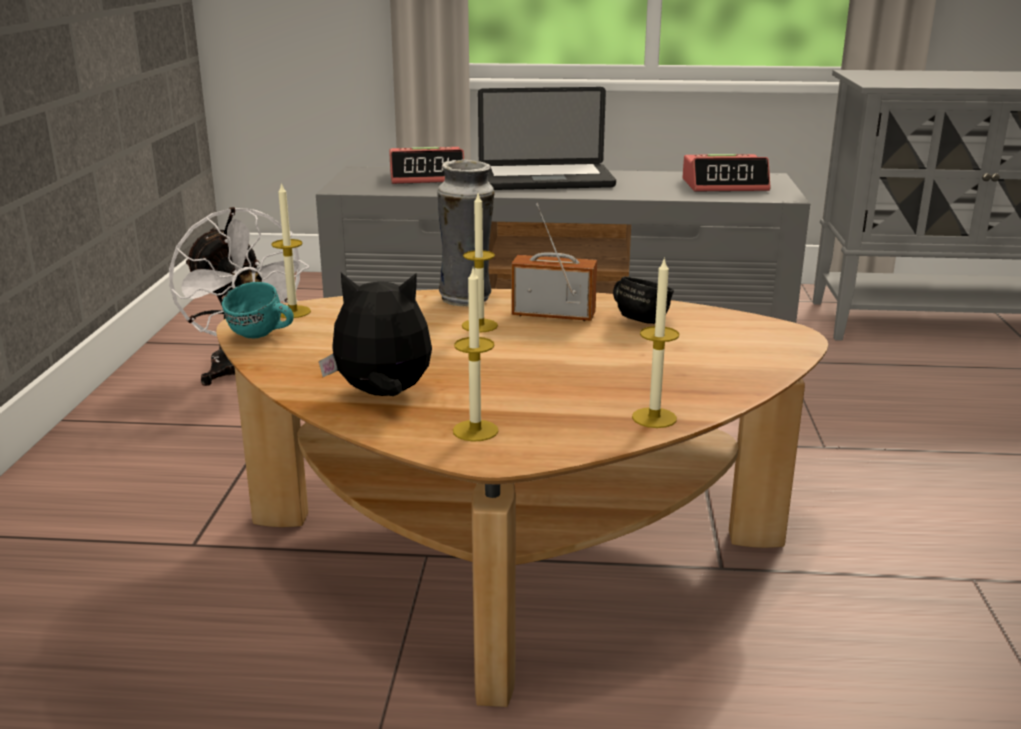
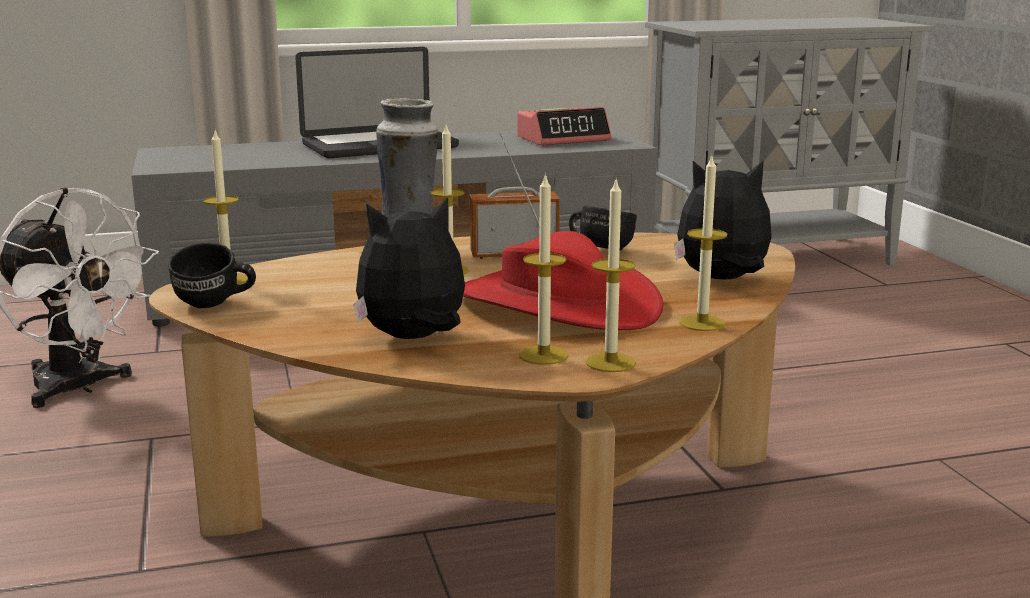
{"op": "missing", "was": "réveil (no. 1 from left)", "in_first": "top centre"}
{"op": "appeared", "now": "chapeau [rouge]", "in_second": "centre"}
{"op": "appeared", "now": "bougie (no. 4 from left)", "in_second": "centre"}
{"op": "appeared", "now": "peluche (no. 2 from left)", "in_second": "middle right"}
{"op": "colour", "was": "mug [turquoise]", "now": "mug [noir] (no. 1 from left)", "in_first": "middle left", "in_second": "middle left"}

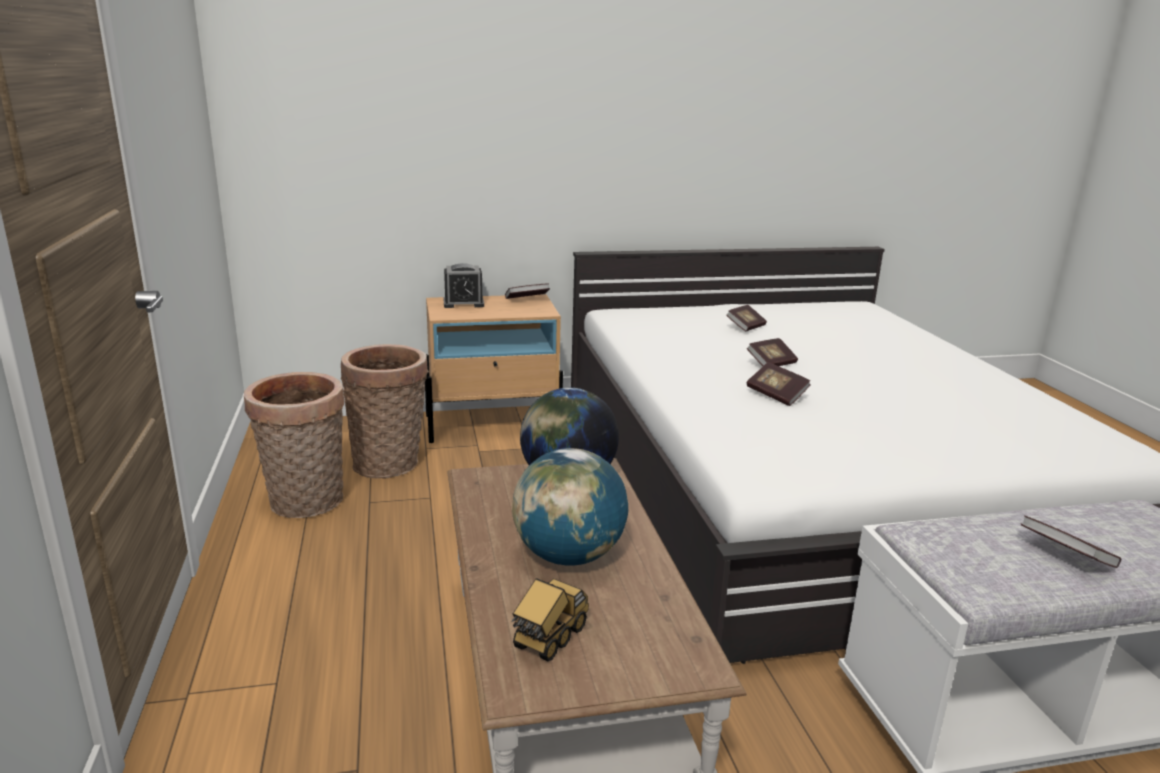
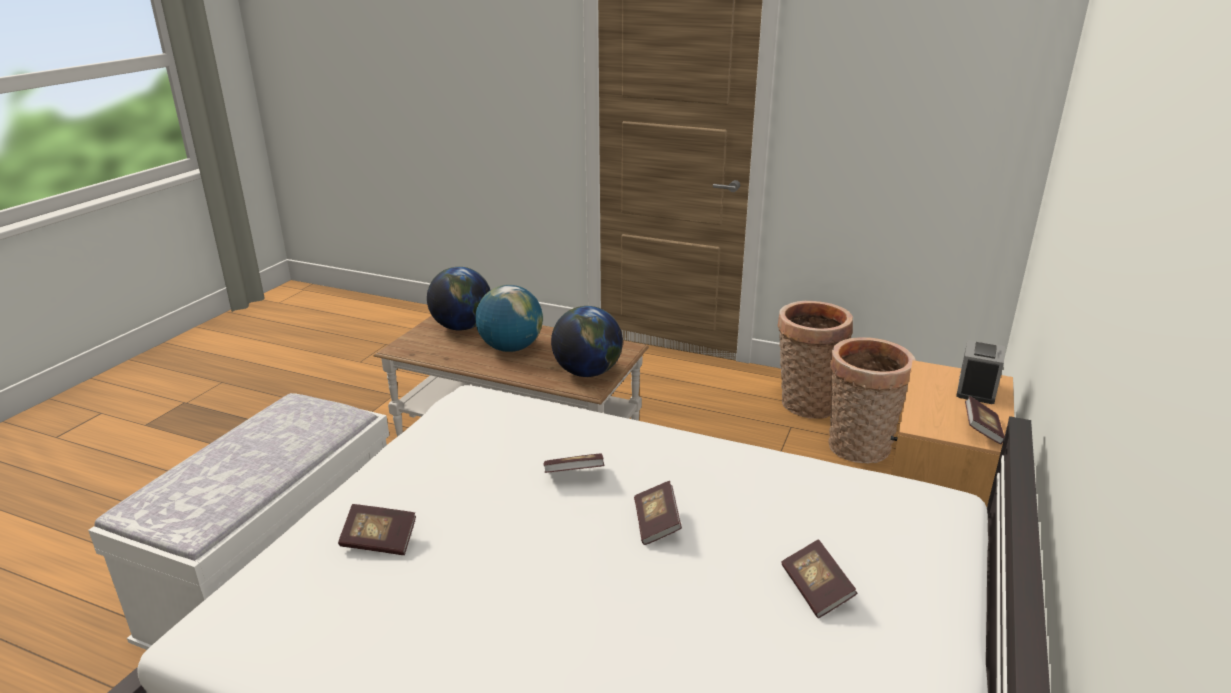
{"op": "relocated", "was": "livre (no. 5 from left in the first image)", "now": "livre (no. 1 from left)", "in_first": "bottom right", "in_second": "bottom left"}
{"op": "exchanged", "was": "camion jouet", "now": "globe (no. 1 from left)", "in_first": "bottom centre", "in_second": "centre"}

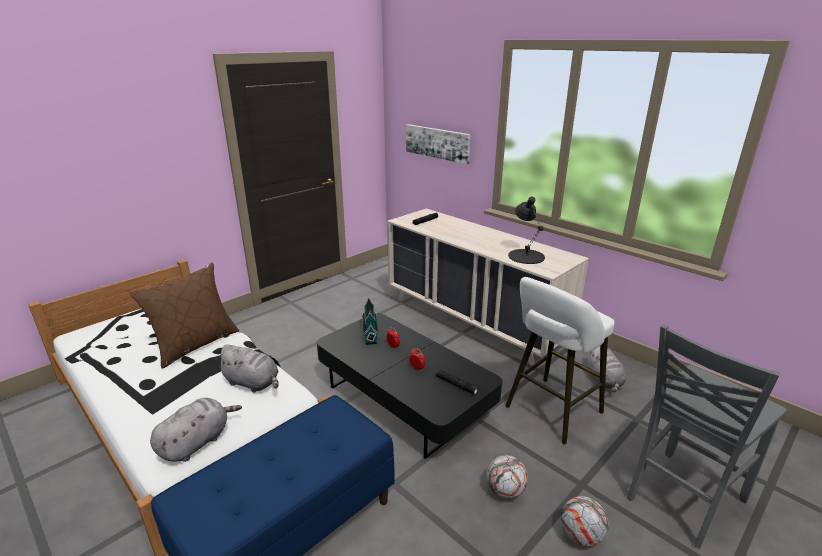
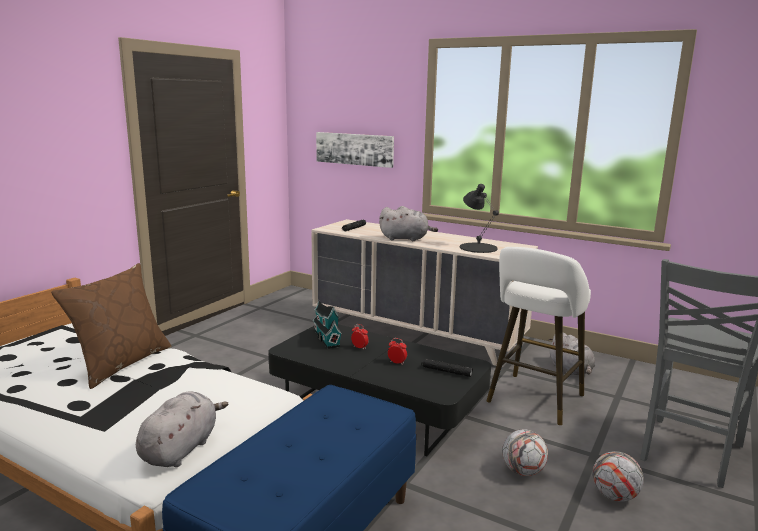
{"op": "relocated", "was": "peluche [gris] (no. 2 from left)", "in_first": "middle left", "in_second": "centre"}

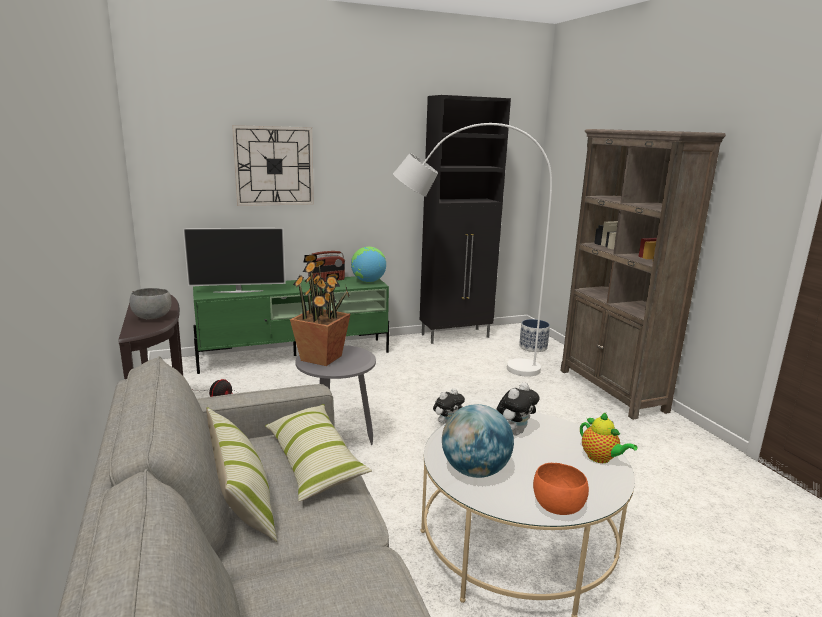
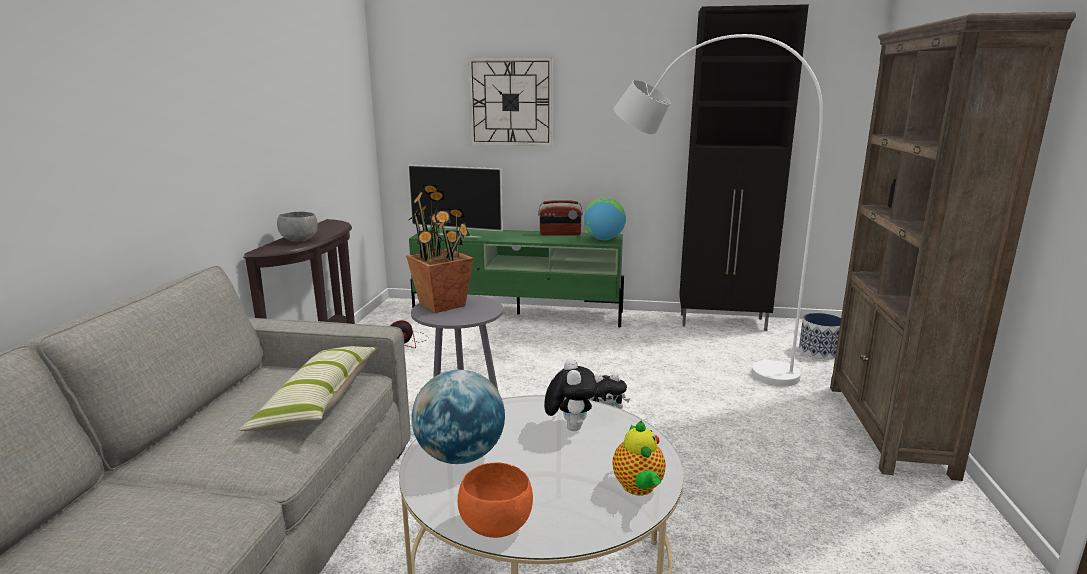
{"op": "missing", "was": "coussin (no. 1 from left)", "in_first": "bottom left"}
{"op": "spun", "was": "peluche (no. 2 from left in the first image)", "in_first": "centre", "in_second": "bottom centre", "clockwise": -75}

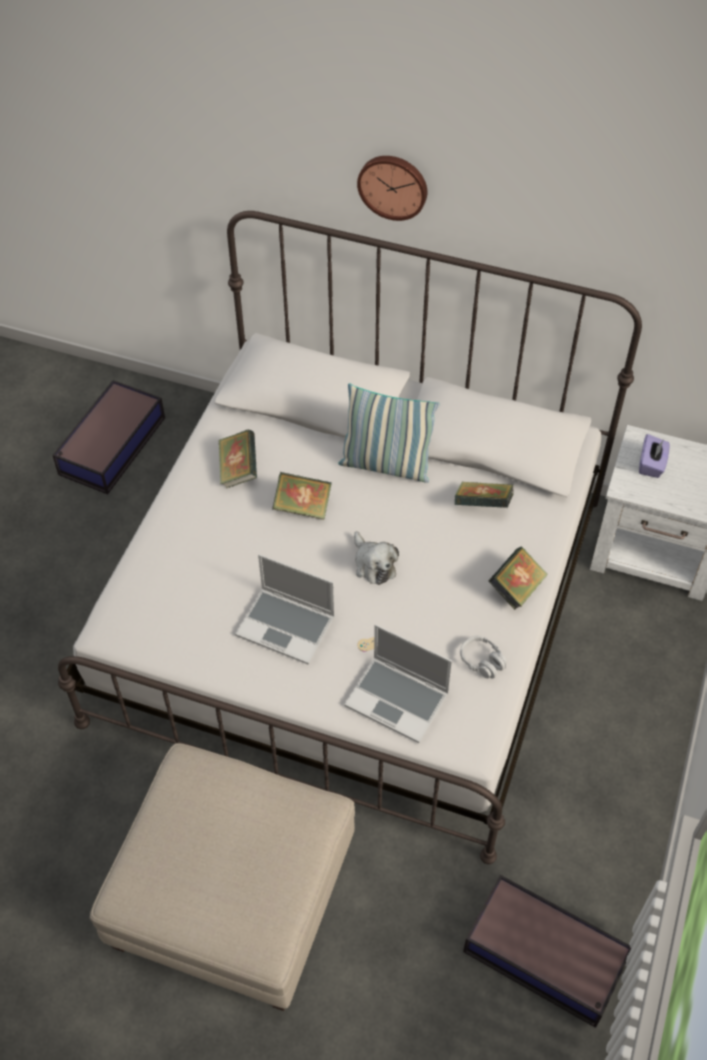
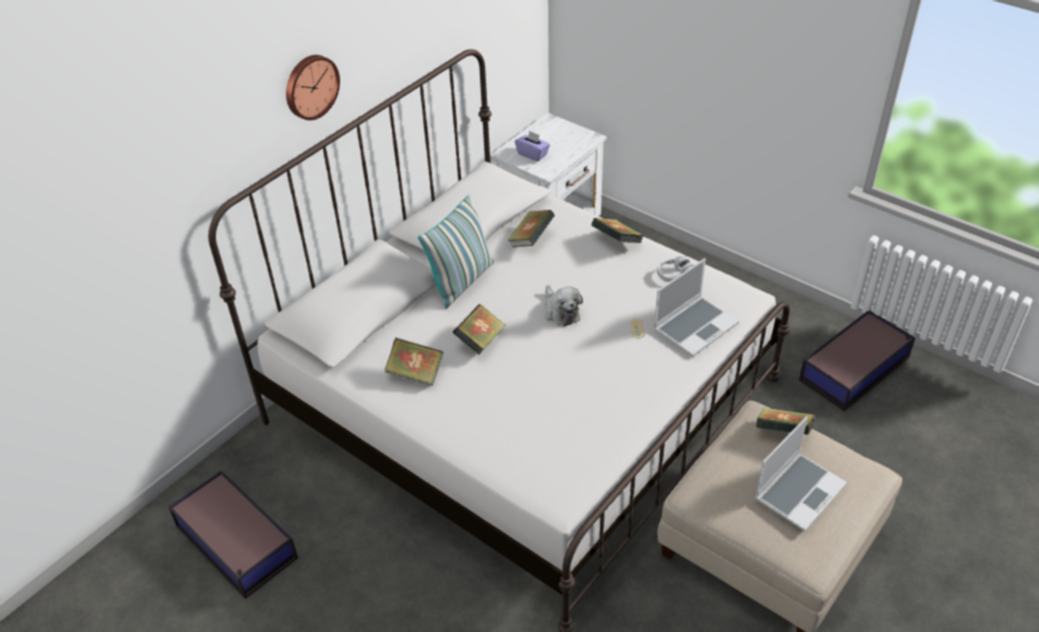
{"op": "appeared", "now": "livre (no. 5 from left)", "in_second": "middle right"}
{"op": "relocated", "was": "ordinateur portable (no. 1 from left in the first image)", "now": "ordinateur portable (no. 2 from left)", "in_first": "centre", "in_second": "bottom right"}
{"op": "spun", "was": "peluche", "in_first": "centre", "in_second": "centre", "clockwise": 75}

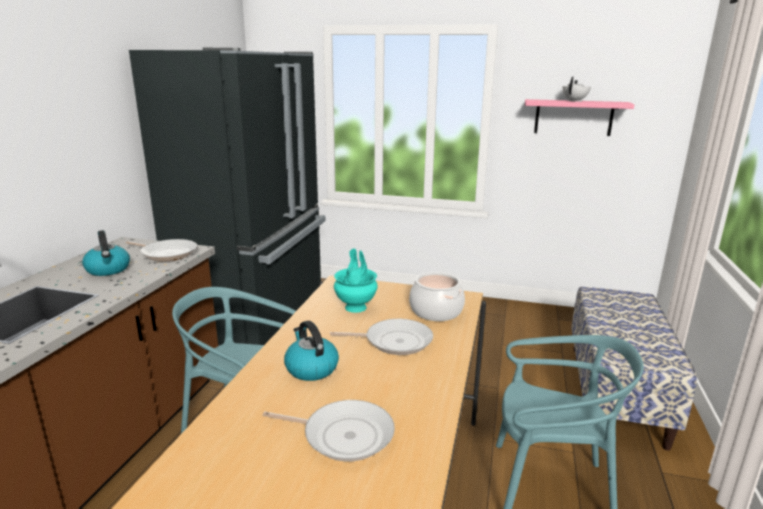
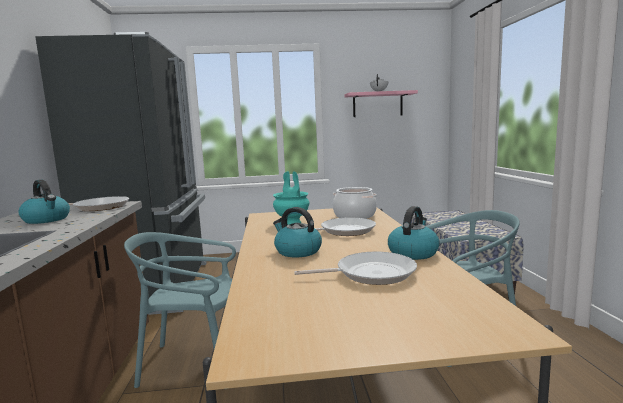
{"op": "appeared", "now": "bouilloire (no. 3 from left)", "in_second": "centre"}

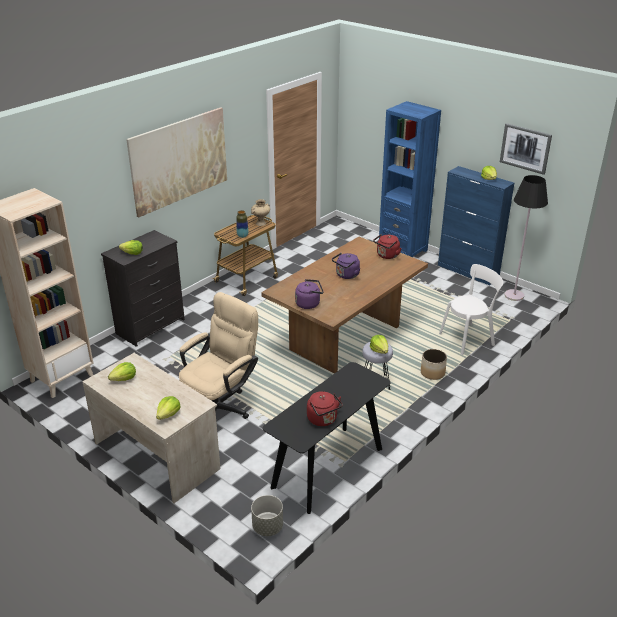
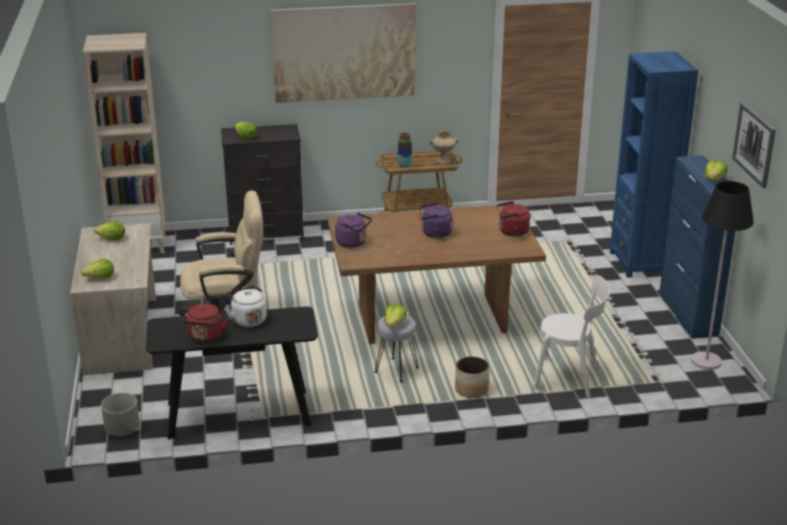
{"op": "appeared", "now": "bouilloire [blanc]", "in_second": "middle left"}

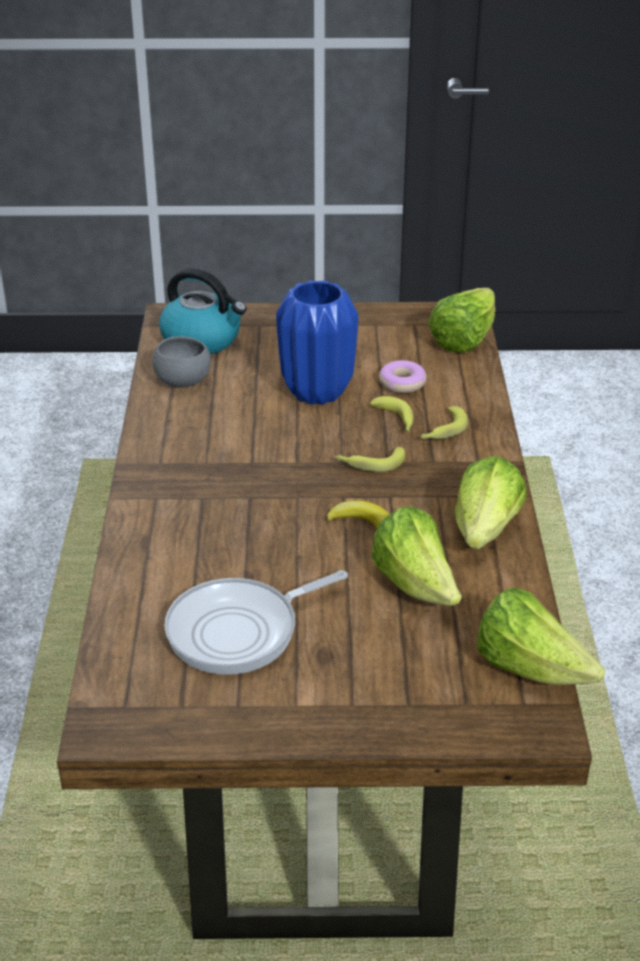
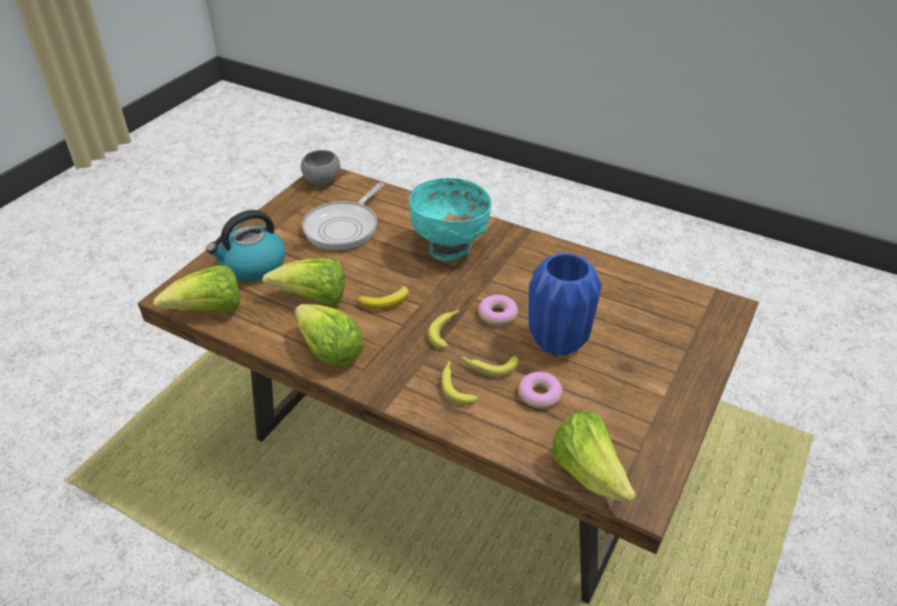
{"op": "appeared", "now": "bol [turquoise]", "in_second": "centre"}
{"op": "appeared", "now": "beignet (no. 1 from left)", "in_second": "centre"}
{"op": "relocated", "was": "bol [gris]", "in_first": "middle left", "in_second": "top centre"}
{"op": "relocated", "was": "bouilloire", "in_first": "top left", "in_second": "middle left"}
{"op": "spun", "was": "poêle", "in_first": "centre", "in_second": "centre", "clockwise": -150}

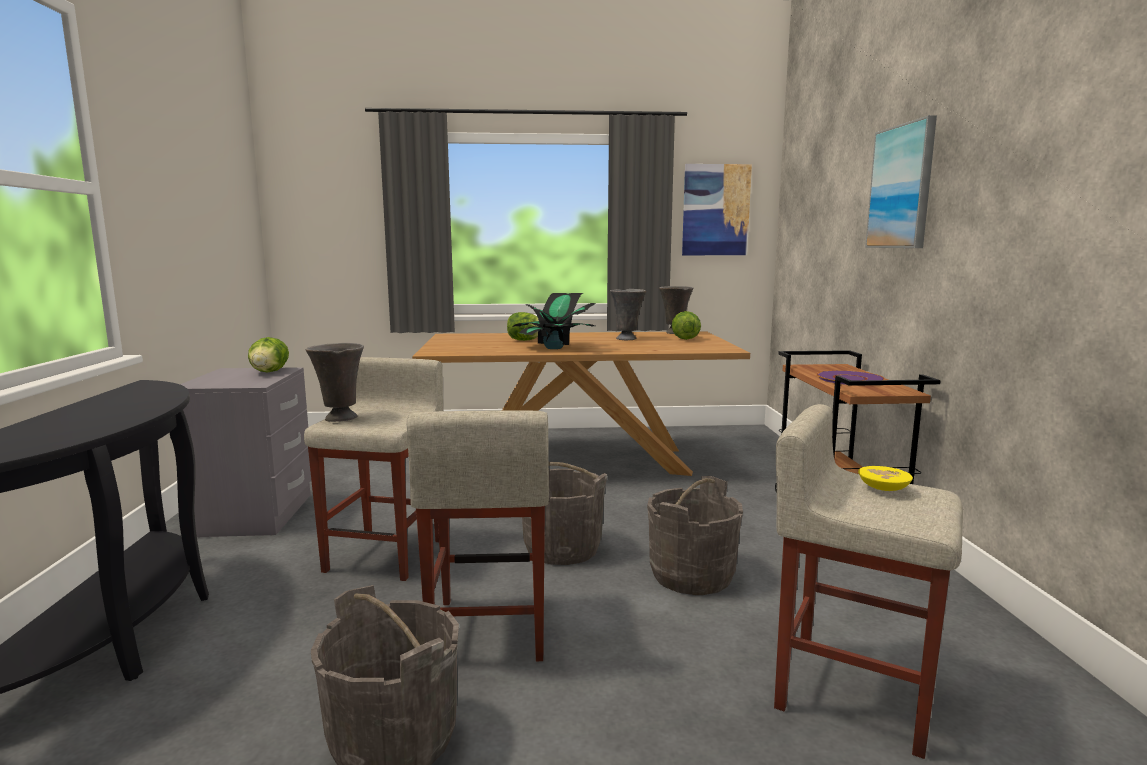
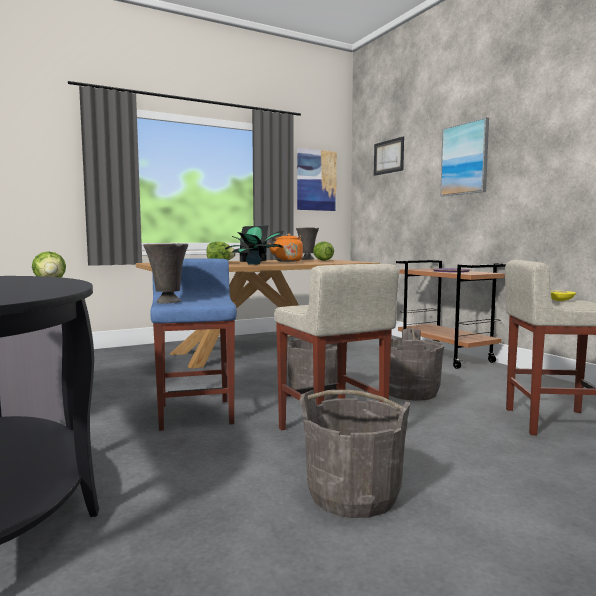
{"op": "appeared", "now": "tableau (no. 2 from left)", "in_second": "top centre"}
{"op": "exchanged", "was": "vase [gris] (no. 2 from left)", "now": "bouilloire [orange]", "in_first": "centre", "in_second": "centre"}
{"op": "colour", "was": "tabouret [beige] (no. 1 from left)", "now": "tabouret [bleu]", "in_first": "middle left", "in_second": "middle left"}

